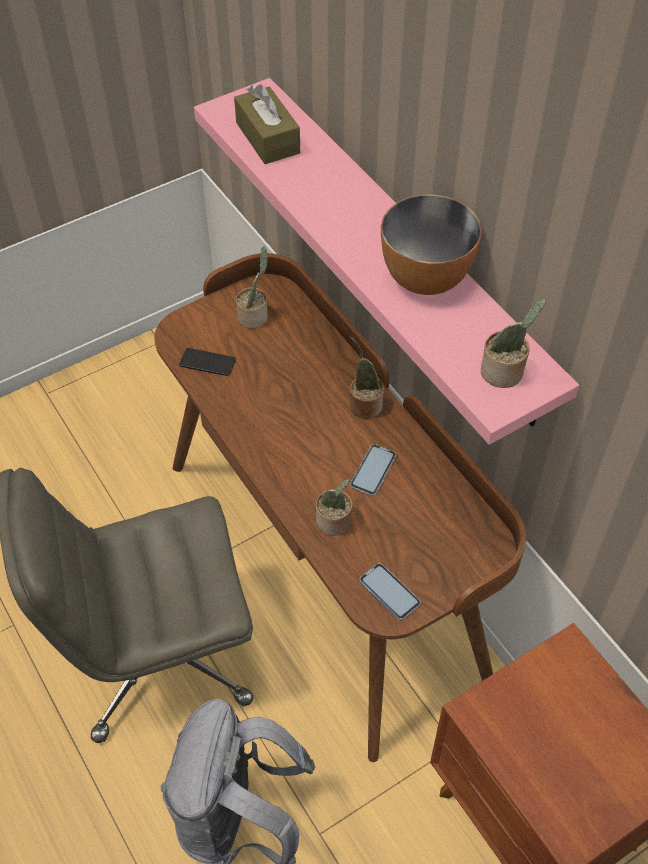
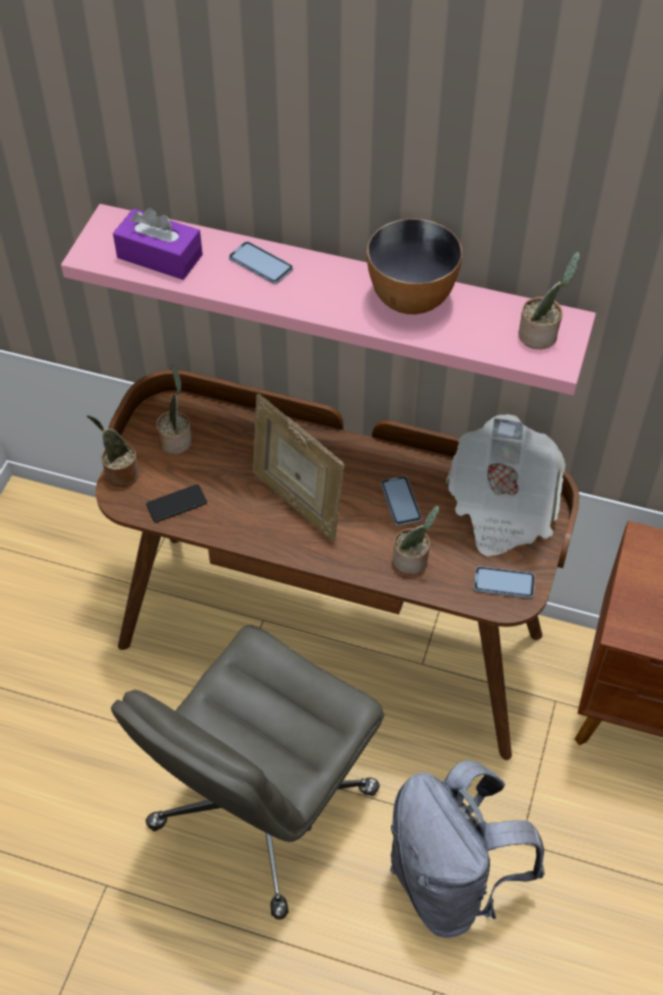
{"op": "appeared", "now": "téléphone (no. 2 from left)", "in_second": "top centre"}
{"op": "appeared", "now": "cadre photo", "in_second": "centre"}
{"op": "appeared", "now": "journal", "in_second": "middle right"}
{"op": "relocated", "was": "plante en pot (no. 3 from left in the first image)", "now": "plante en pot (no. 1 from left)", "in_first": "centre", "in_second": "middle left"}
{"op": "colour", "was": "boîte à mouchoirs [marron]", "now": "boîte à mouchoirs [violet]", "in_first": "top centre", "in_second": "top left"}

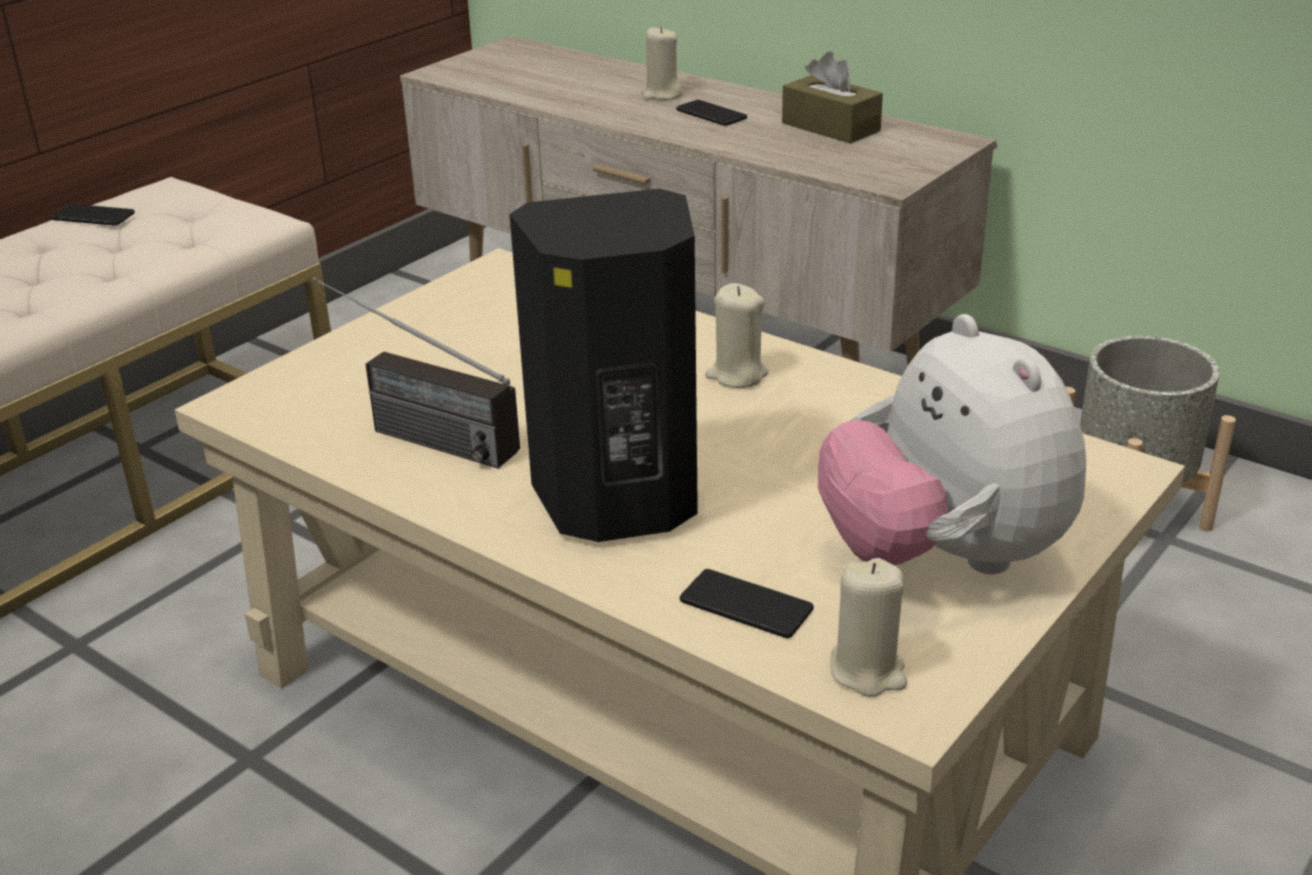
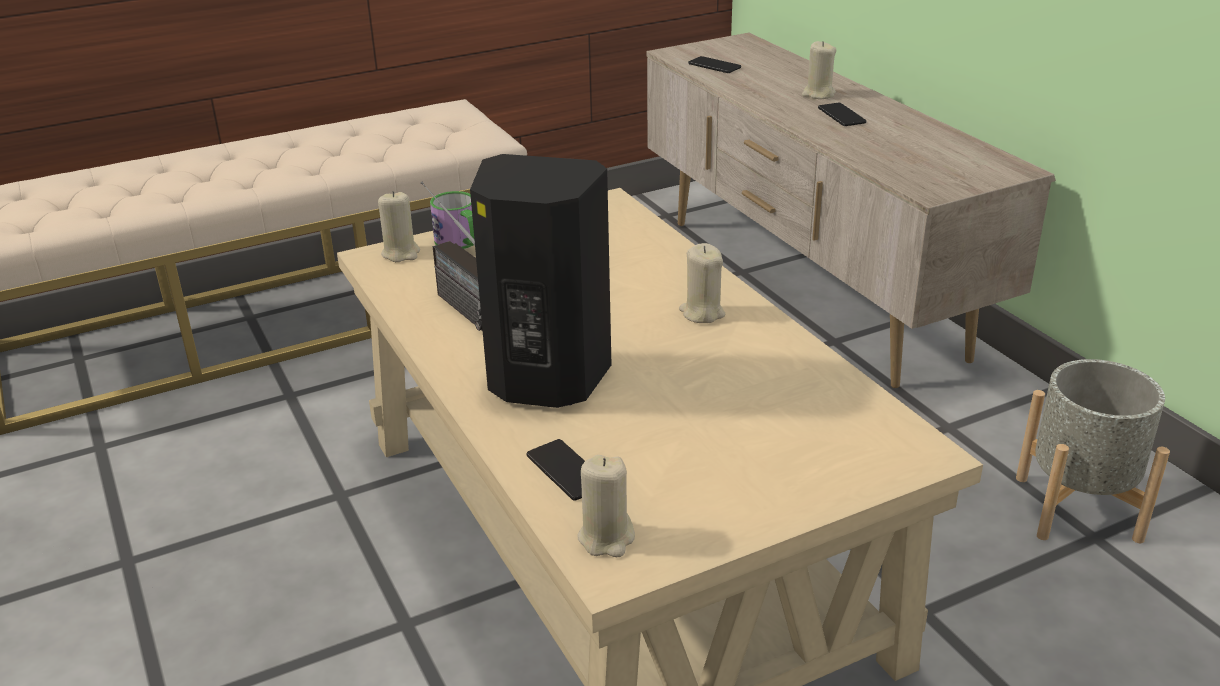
{"op": "missing", "was": "boîte à mouchoirs [marron]", "in_first": "top centre"}
{"op": "missing", "was": "peluche", "in_first": "middle right"}
{"op": "appeared", "now": "bougie [beige] (no. 1 from left)", "in_second": "top left"}
{"op": "appeared", "now": "mug", "in_second": "top centre"}
{"op": "relocated", "was": "téléphone (no. 1 from left in the first image)", "now": "téléphone (no. 2 from left)", "in_first": "top left", "in_second": "top centre"}

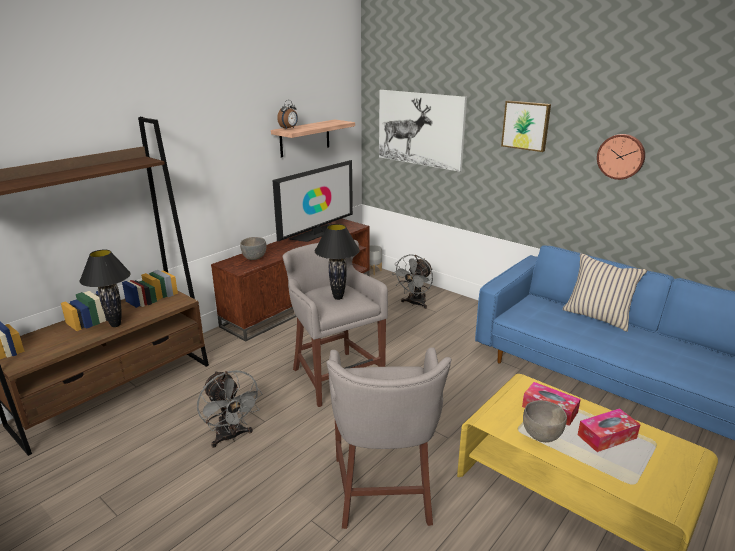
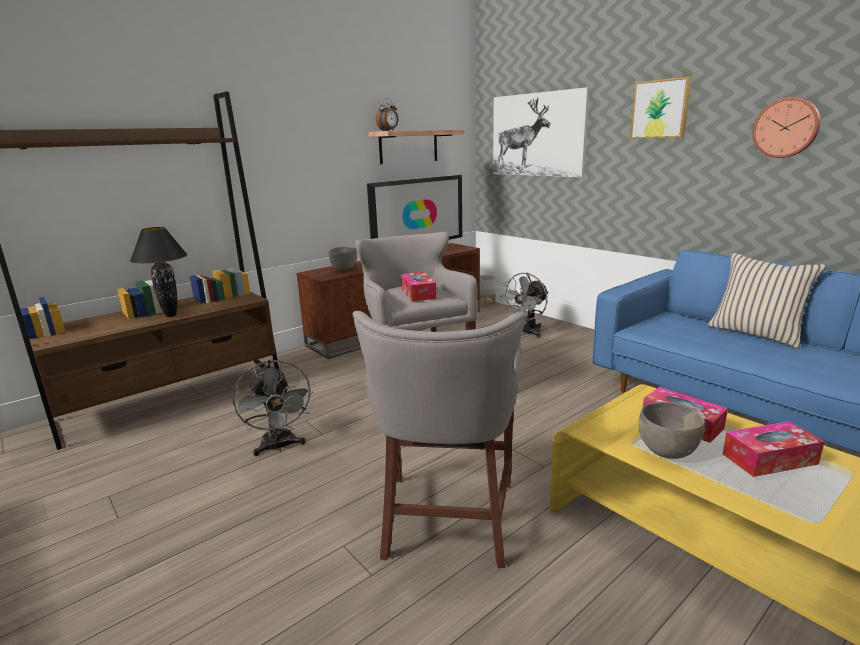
{"op": "exchanged", "was": "lampe de table [noir] (no. 2 from left)", "now": "boîte à mouchoirs (no. 1 from left)", "in_first": "centre", "in_second": "centre"}

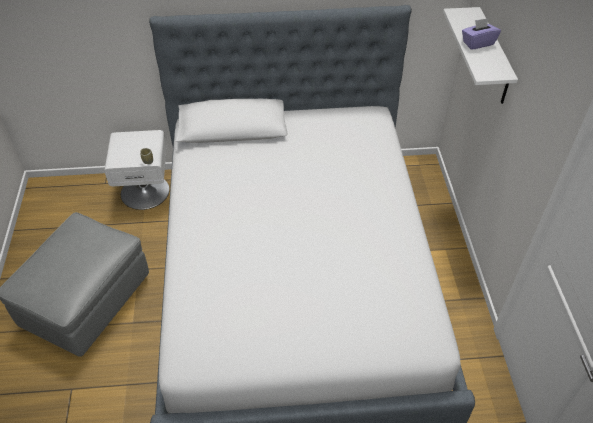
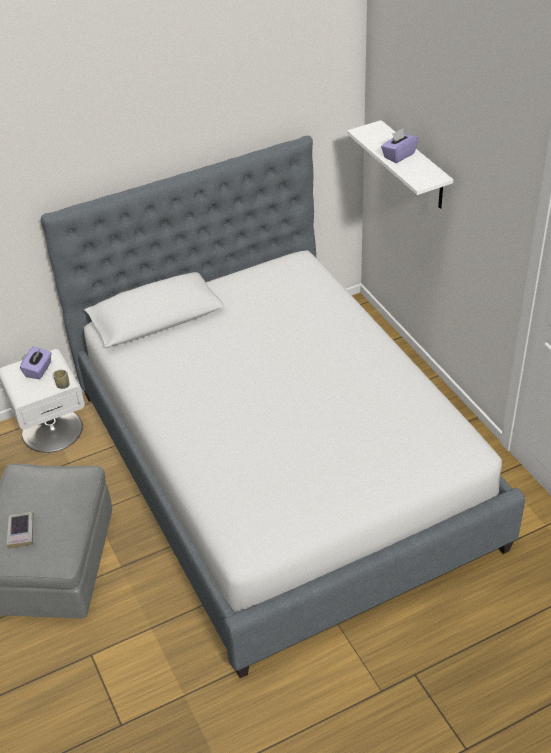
{"op": "appeared", "now": "livre", "in_second": "bottom left"}
{"op": "appeared", "now": "boîte à mouchoirs [violet] (no. 1 from left)", "in_second": "middle left"}

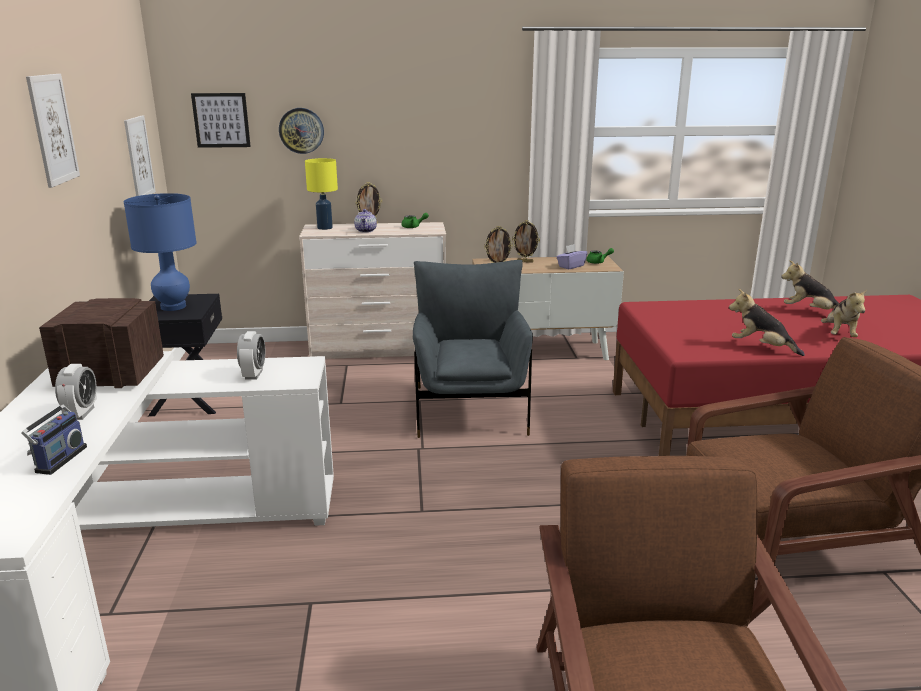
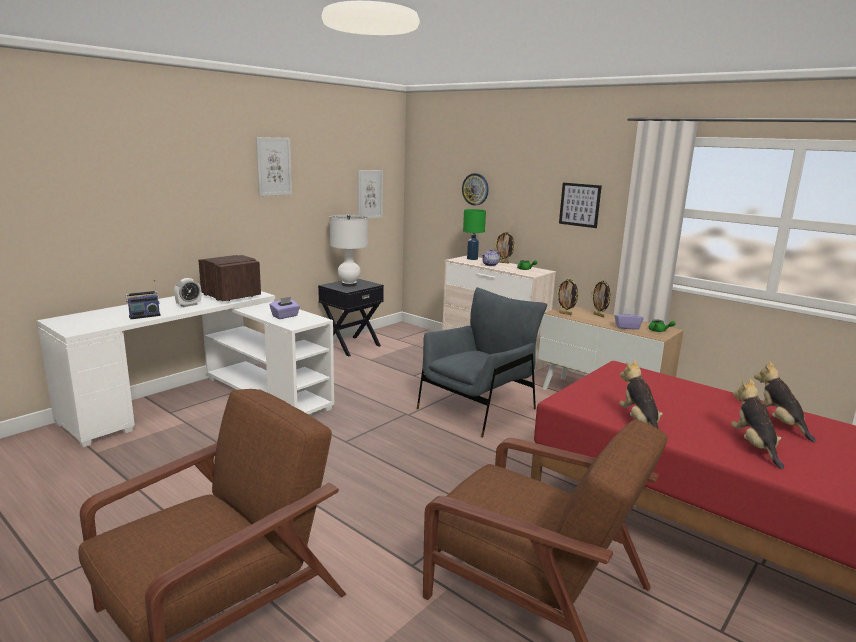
{"op": "relocated", "was": "tableau (no. 3 from left)", "in_first": "top left", "in_second": "top right"}
{"op": "exchanged", "was": "réveil (no. 2 from left)", "now": "boîte à mouchoirs [violet] (no. 1 from left)", "in_first": "middle left", "in_second": "middle left"}
{"op": "colour", "was": "lampe de table [bleu]", "now": "lampe de table [blanc]", "in_first": "middle left", "in_second": "centre"}
{"op": "colour", "was": "lampe de table [jaune]", "now": "lampe de table [vert]", "in_first": "top centre", "in_second": "centre"}
{"op": "spun", "was": "peluche (no. 3 from left in the first image)", "in_first": "middle right", "in_second": "middle right", "clockwise": 120}

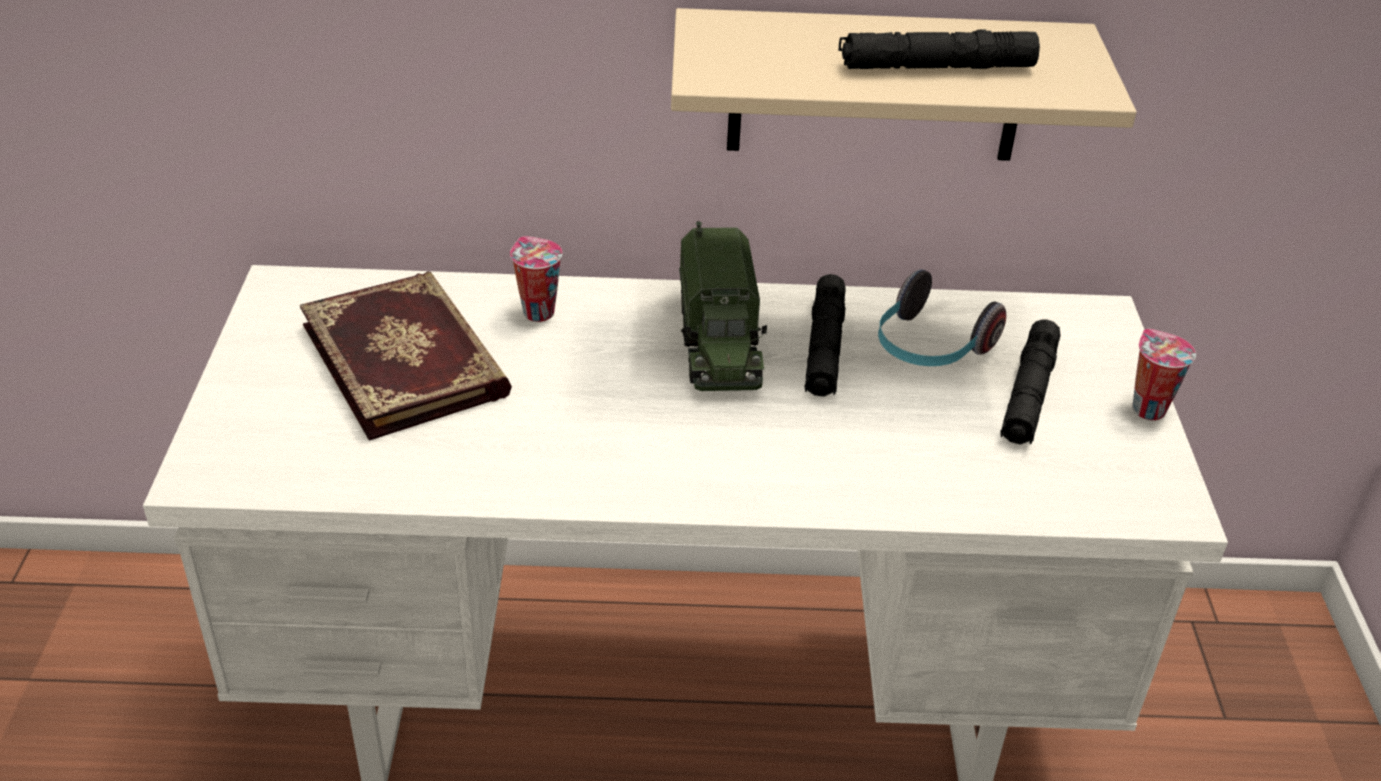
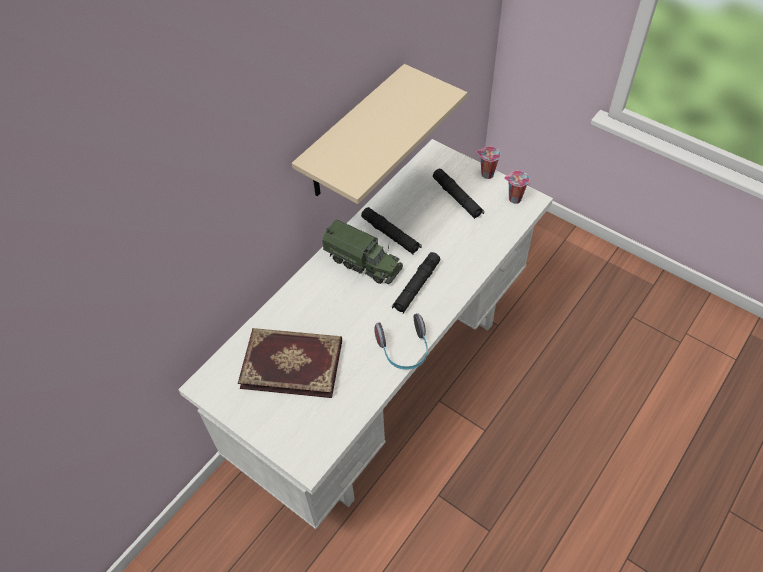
{"op": "relocated", "was": "tasse (no. 1 from left in the first image)", "now": "tasse (no. 2 from left)", "in_first": "centre", "in_second": "top right"}
{"op": "relocated", "was": "lampe de poche [noir] (no. 2 from left)", "in_first": "top right", "in_second": "centre"}
{"op": "relocated", "was": "casque audio", "in_first": "middle right", "in_second": "centre"}

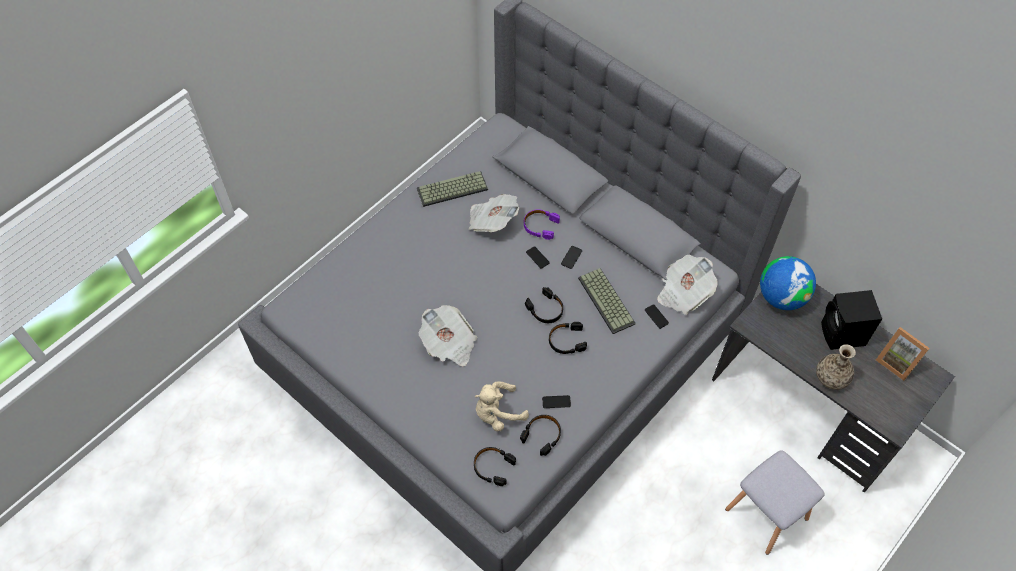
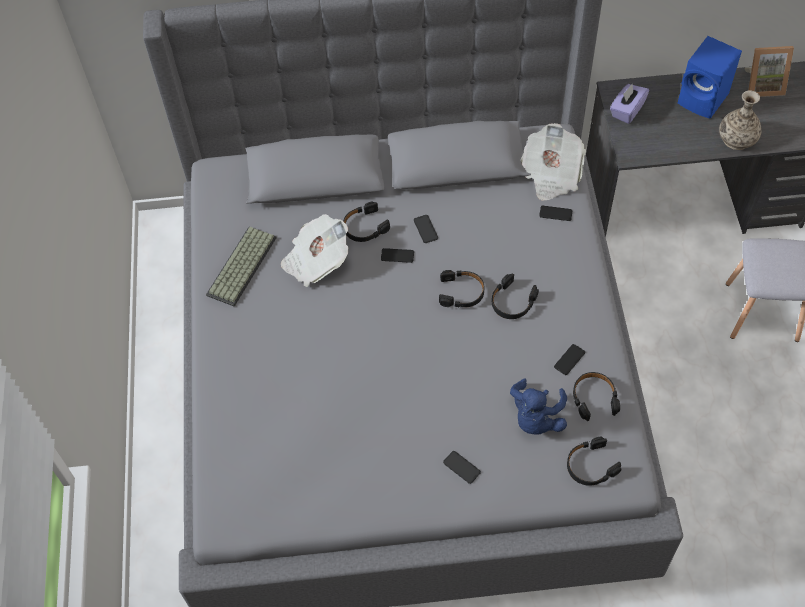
{"op": "missing", "was": "journal (no. 1 from left)", "in_first": "centre"}
{"op": "missing", "was": "clavier (no. 2 from left)", "in_first": "centre"}
{"op": "appeared", "now": "téléphone (no. 3 from left)", "in_second": "bottom centre"}
{"op": "exchanged", "was": "globe", "now": "boîte à mouchoirs [violet]", "in_first": "middle right", "in_second": "top right"}
{"op": "colour", "was": "peluche [beige]", "now": "peluche [bleu]", "in_first": "bottom centre", "in_second": "bottom right"}
{"op": "colour", "was": "casque audio [violet]", "now": "casque audio [noir] (no. 1 from left)", "in_first": "centre", "in_second": "centre"}
{"op": "colour", "was": "enceinte [noir]", "now": "enceinte [bleu]", "in_first": "middle right", "in_second": "top right"}

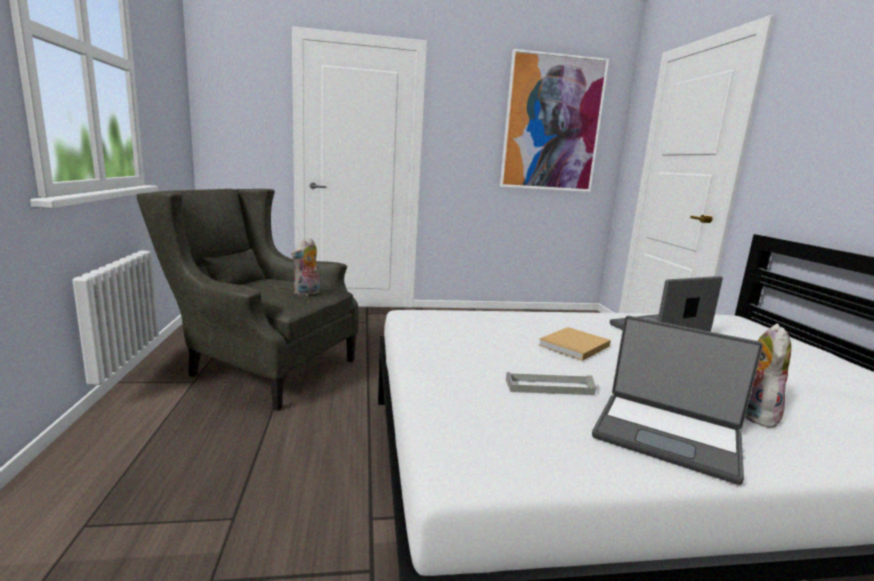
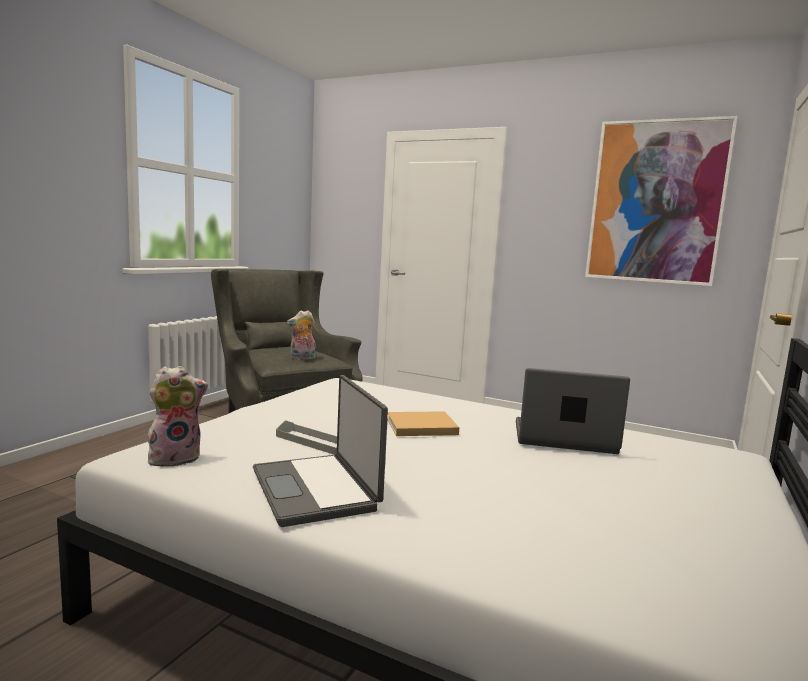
{"op": "relocated", "was": "peluche (no. 2 from left in the first image)", "now": "peluche (no. 1 from left)", "in_first": "middle right", "in_second": "middle left"}

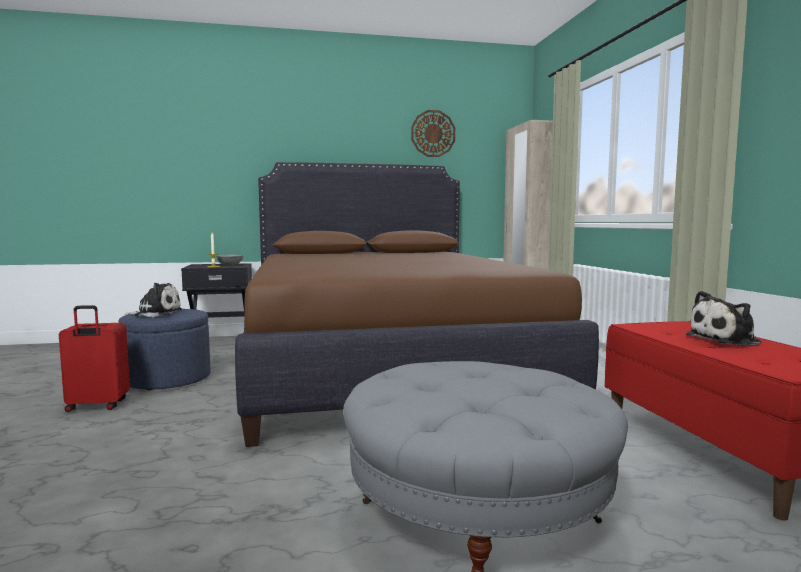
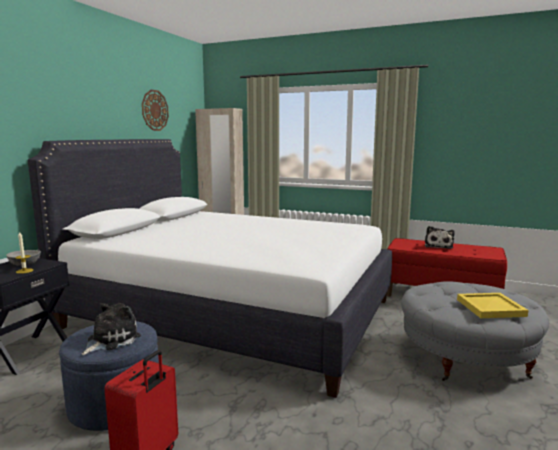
{"op": "appeared", "now": "plateau [jaune]", "in_second": "bottom right"}
{"op": "colour", "was": "lit [marron]", "now": "lit [blanc]", "in_first": "centre", "in_second": "centre"}

